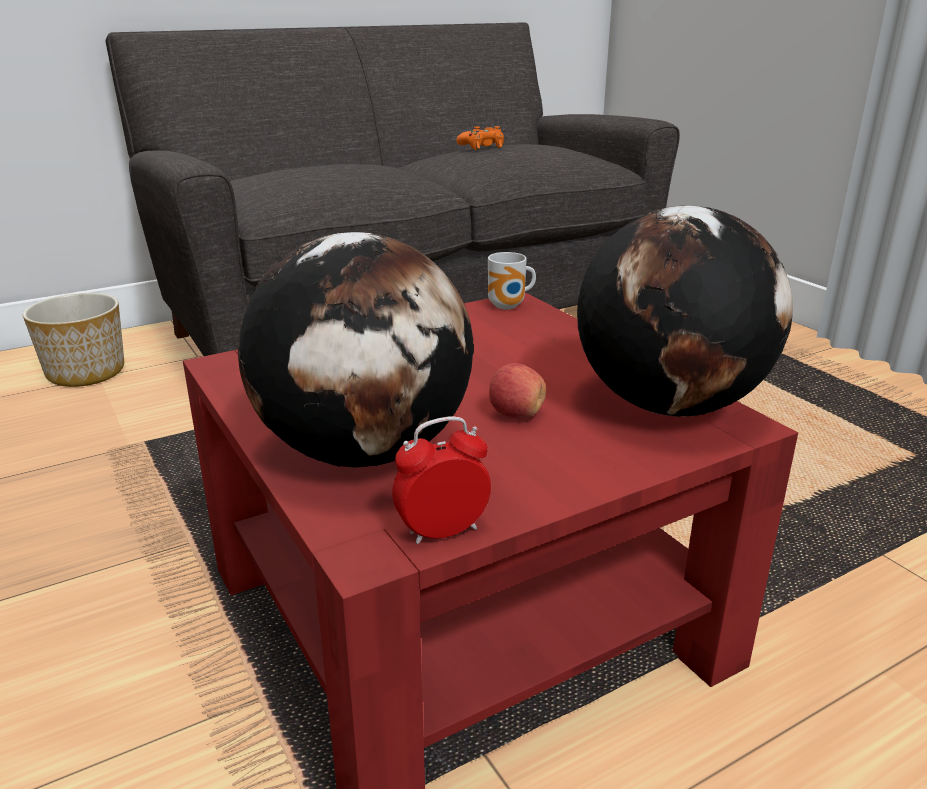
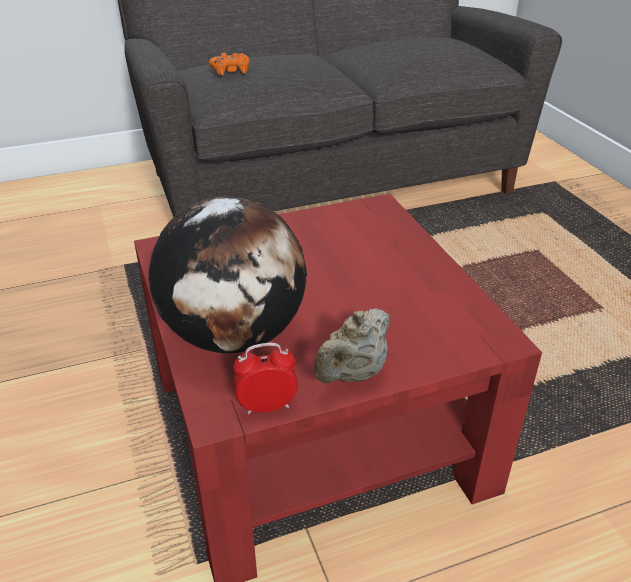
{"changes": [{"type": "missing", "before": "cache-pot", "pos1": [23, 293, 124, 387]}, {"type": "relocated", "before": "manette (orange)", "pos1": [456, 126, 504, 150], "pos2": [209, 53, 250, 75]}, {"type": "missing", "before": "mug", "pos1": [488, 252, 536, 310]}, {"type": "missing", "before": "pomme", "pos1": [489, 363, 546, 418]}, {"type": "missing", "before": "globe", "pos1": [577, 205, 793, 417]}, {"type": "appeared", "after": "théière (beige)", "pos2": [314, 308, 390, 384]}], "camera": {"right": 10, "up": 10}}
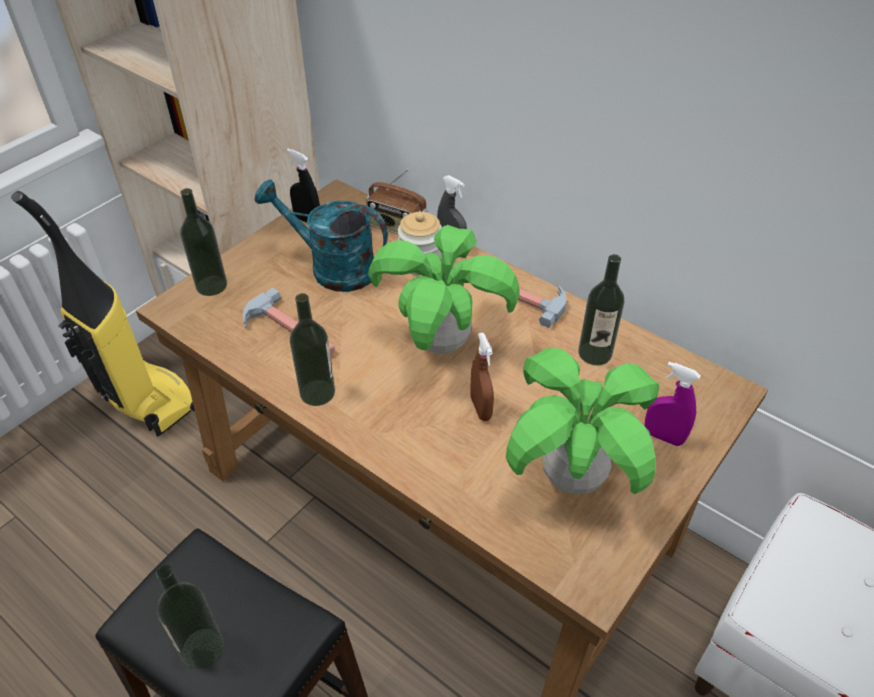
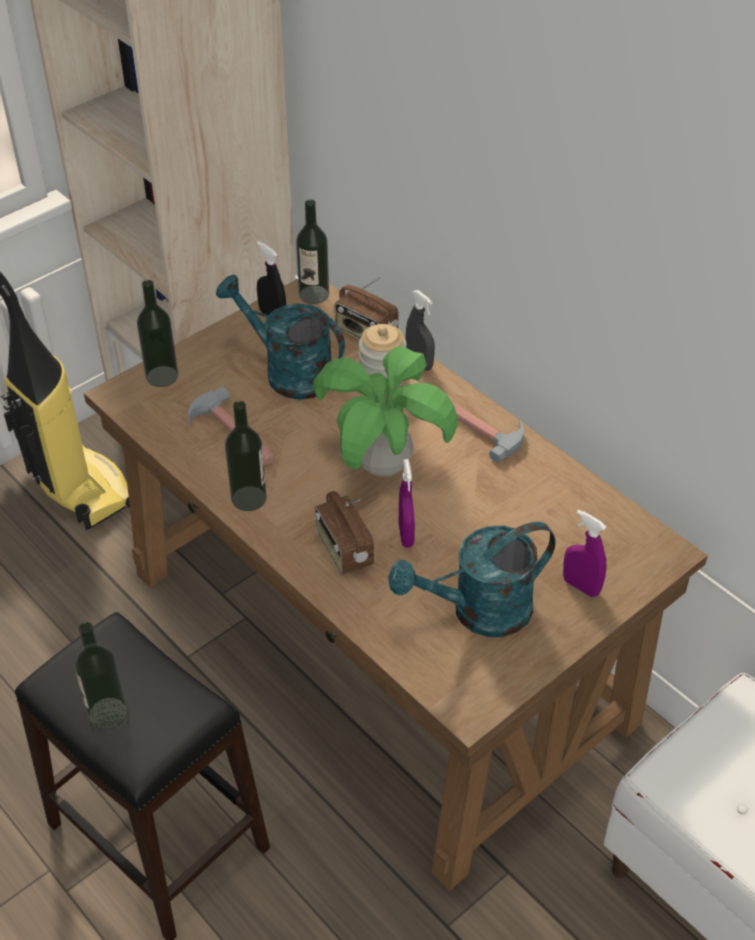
{"changes": [{"type": "colour", "before": "vaporisateur (marron)", "after": "vaporisateur (violet)", "pos1": [470, 333, 494, 421], "pos2": [399, 459, 415, 548]}, {"type": "exchanged", "before": "plante en pot", "after": "arrosoir (turquoise)", "pos1": [506, 348, 659, 494], "pos2": [388, 522, 556, 637]}, {"type": "relocated", "before": "bouteille", "pos1": [578, 254, 625, 365], "pos2": [296, 200, 329, 304]}, {"type": "appeared", "after": "radio", "pos2": [315, 491, 374, 575]}], "camera": {"right": 10, "up": 0}}
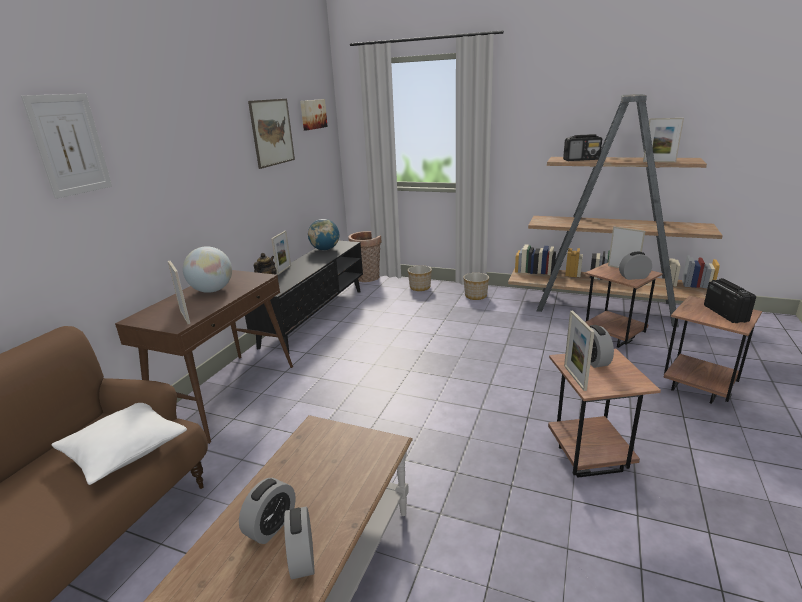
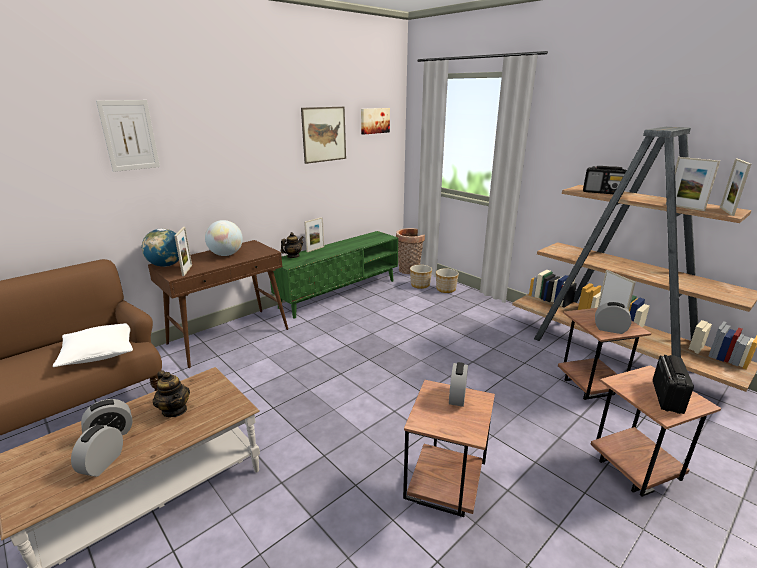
{"changes": [{"type": "colour", "before": "meuble télé (noir)", "after": "meuble télé (vert)", "pos1": [245, 240, 363, 353], "pos2": [270, 231, 398, 318]}, {"type": "relocated", "before": "globe", "pos1": [308, 219, 339, 250], "pos2": [142, 229, 179, 267]}, {"type": "relocated", "before": "cache-pot", "pos1": [464, 273, 489, 300], "pos2": [410, 265, 432, 289]}, {"type": "relocated", "before": "cadre photo", "pos1": [564, 311, 595, 391], "pos2": [720, 159, 751, 216]}, {"type": "appeared", "after": "théière", "pos2": [153, 371, 190, 417]}], "camera": {"right": 25, "up": 0}}
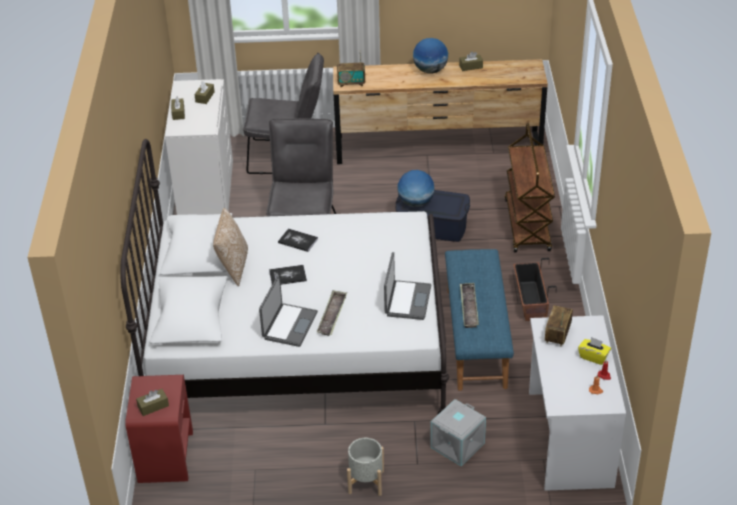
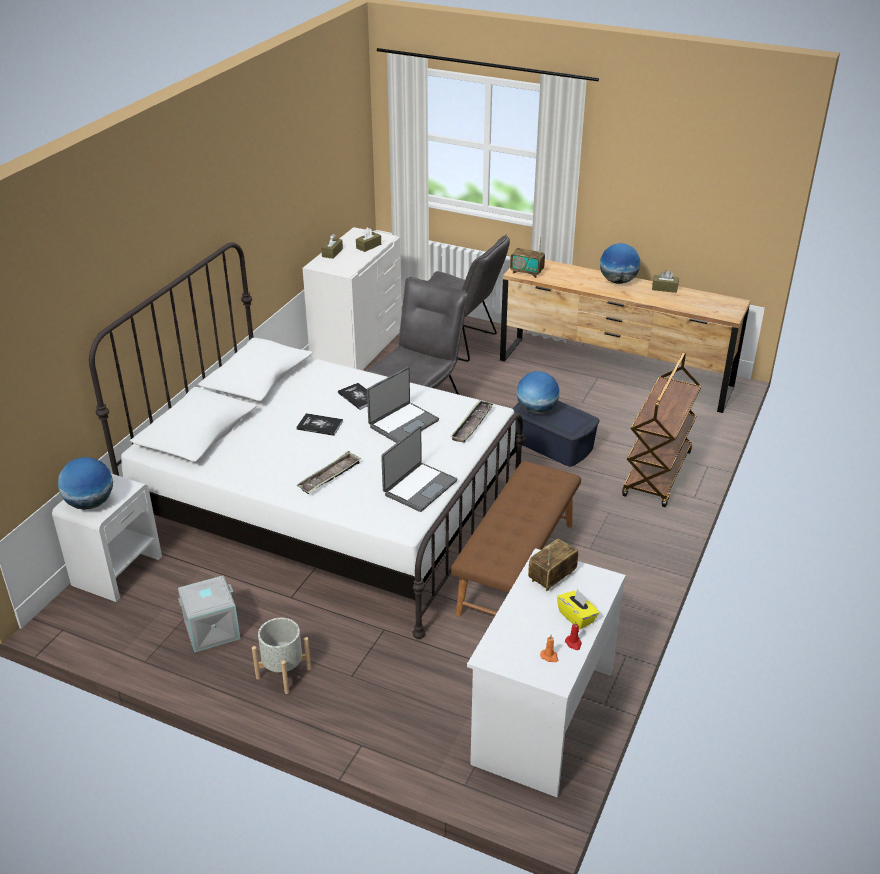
{"changes": [{"type": "colour", "before": "table de chevet (rouge)", "after": "table de chevet (blanc)", "pos1": [125, 375, 193, 483], "pos2": [52, 474, 162, 602]}, {"type": "exchanged", "before": "boîte à mouchoirs (marron)", "after": "globe", "pos1": [136, 389, 169, 416], "pos2": [58, 457, 113, 510]}, {"type": "missing", "before": "coussin", "pos1": [213, 208, 248, 286]}, {"type": "relocated", "before": "ordinateur portable", "pos1": [259, 275, 318, 347], "pos2": [367, 367, 439, 443]}, {"type": "relocated", "before": "boîte de rangement (gris)", "pos1": [430, 399, 486, 466], "pos2": [178, 575, 240, 653]}, {"type": "colour", "before": "banc (bleu)", "after": "banc (marron)", "pos1": [445, 249, 514, 391], "pos2": [451, 461, 581, 617]}, {"type": "relocated", "before": "plateau", "pos1": [460, 283, 479, 328], "pos2": [450, 400, 494, 443]}, {"type": "missing", "before": "cache-pot", "pos1": [513, 258, 557, 321]}], "camera": {"right": 25, "up": -5}}
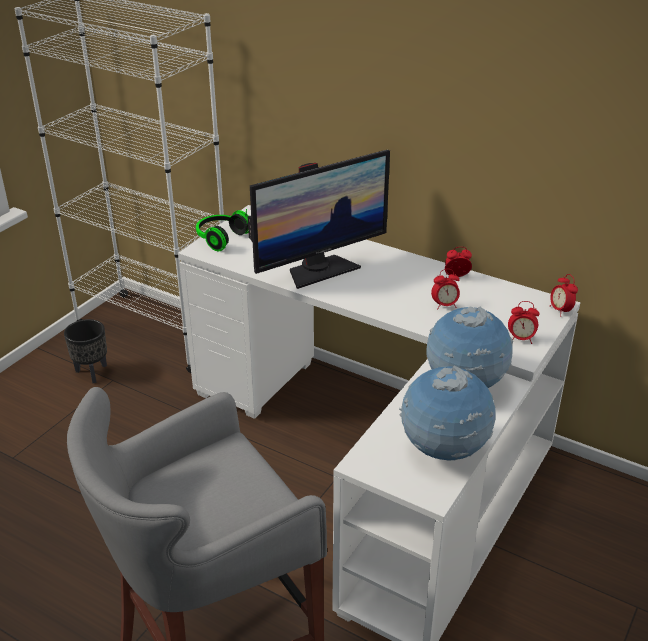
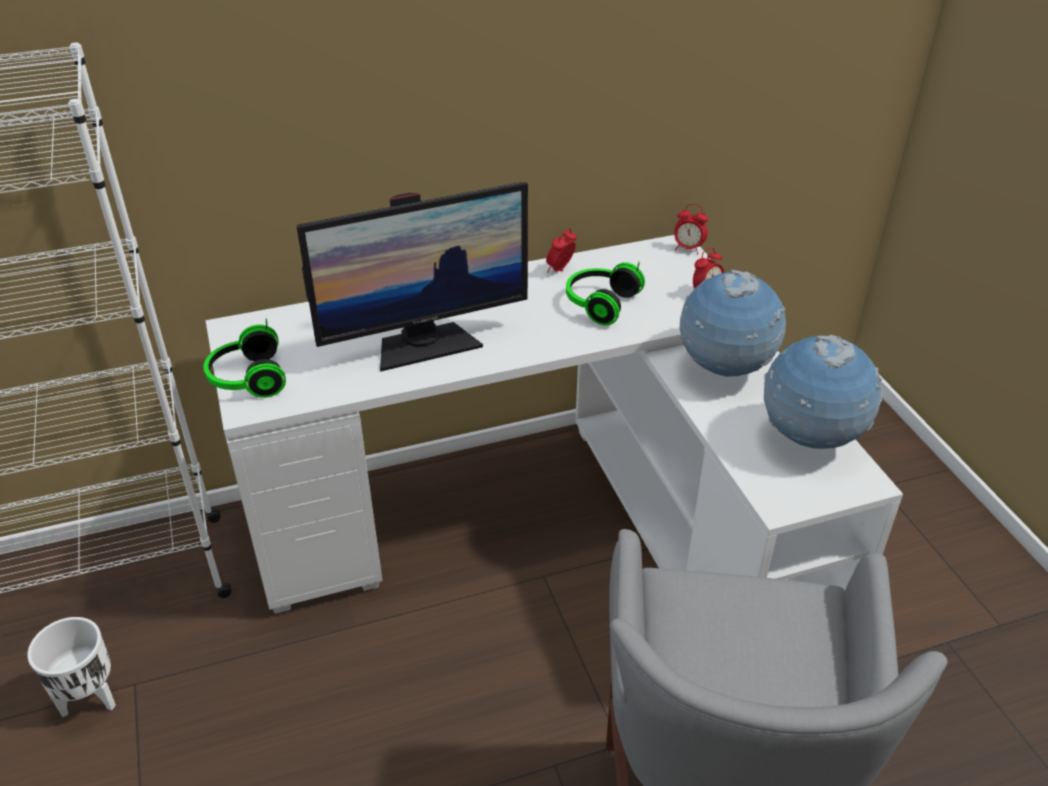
{"changes": [{"type": "colour", "before": "cache-pot (noir)", "after": "cache-pot (blanc)", "pos1": [64, 319, 107, 383], "pos2": [27, 617, 116, 717]}, {"type": "spun", "before": "écran d'ordinateur", "pos1": [248, 150, 390, 289], "pos2": [297, 182, 528, 372], "turn": 60}, {"type": "exchanged", "before": "réveil", "after": "casque audio", "pos1": [431, 269, 460, 310], "pos2": [566, 261, 645, 326]}], "camera": {"right": -50, "up": 5}}
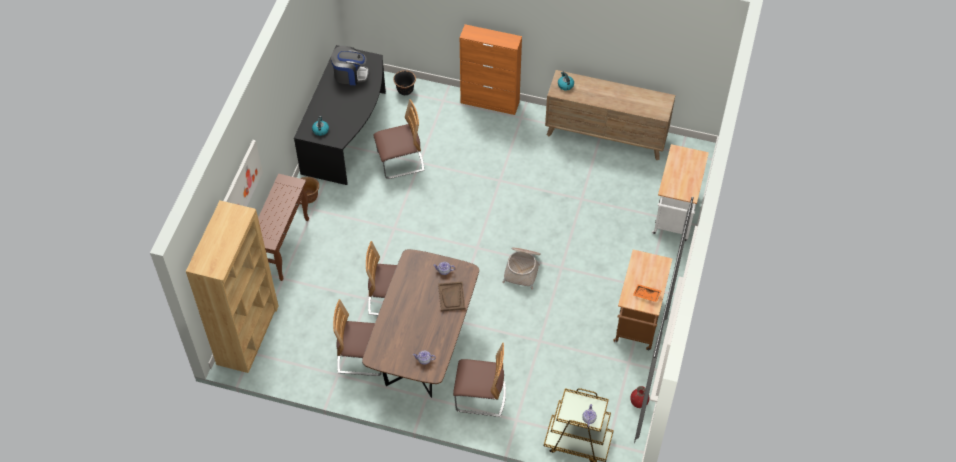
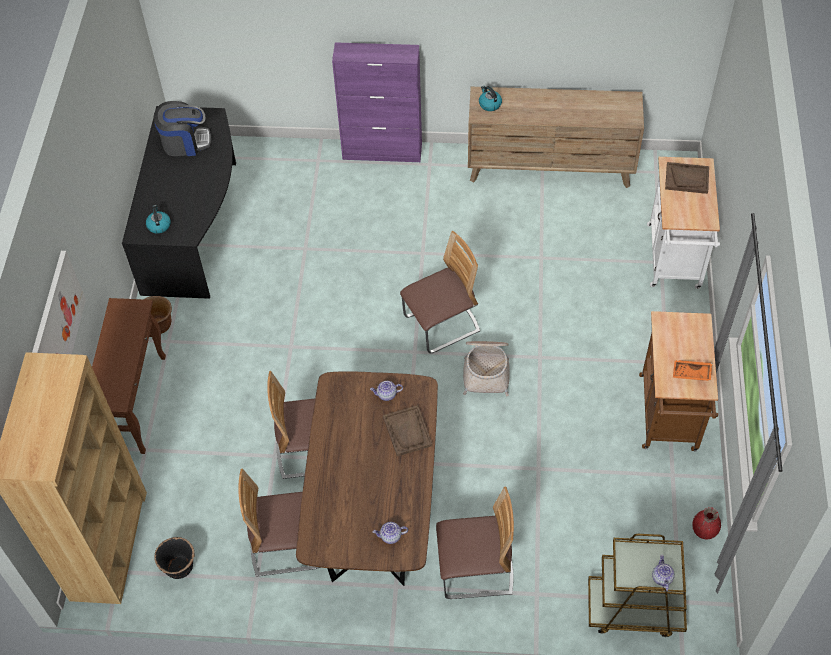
{"changes": [{"type": "relocated", "before": "chaise", "pos1": [374, 99, 424, 179], "pos2": [400, 231, 480, 353]}, {"type": "relocated", "before": "cache-pot (noir)", "pos1": [393, 70, 416, 95], "pos2": [154, 537, 194, 579]}, {"type": "colour", "before": "meuble de rangement (orange)", "after": "meuble de rangement (violet)", "pos1": [460, 24, 522, 115], "pos2": [332, 42, 422, 162]}, {"type": "appeared", "after": "plateau (marron)", "pos2": [665, 162, 709, 194]}], "camera": {"right": -10, "up": 0}}
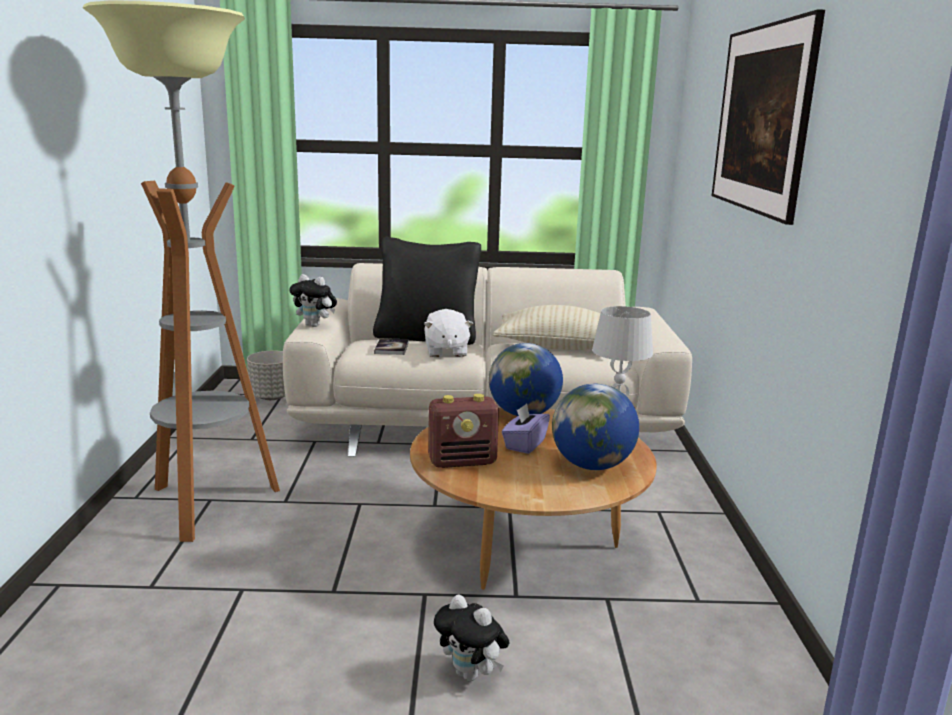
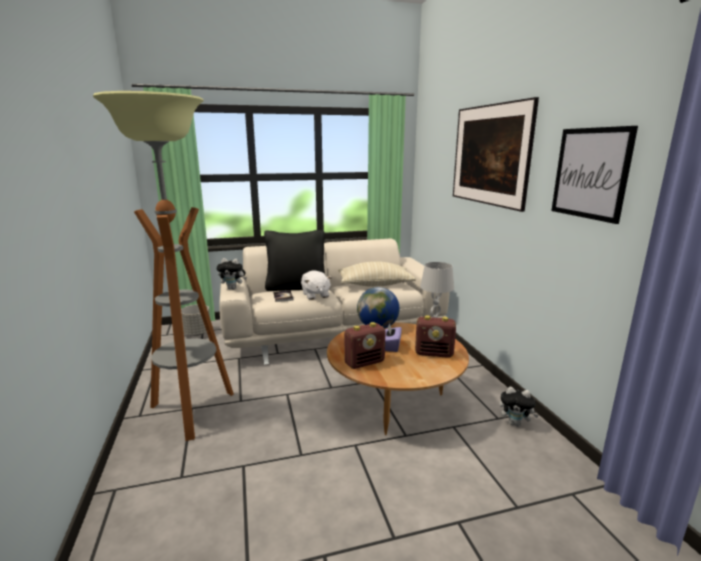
{"changes": [{"type": "relocated", "before": "peluche", "pos1": [434, 594, 509, 681], "pos2": [499, 387, 539, 426]}, {"type": "exchanged", "before": "globe", "after": "radio", "pos1": [552, 384, 639, 470], "pos2": [415, 315, 456, 358]}, {"type": "appeared", "after": "tableau", "pos2": [551, 126, 638, 224]}], "camera": {"right": -15, "up": 0}}
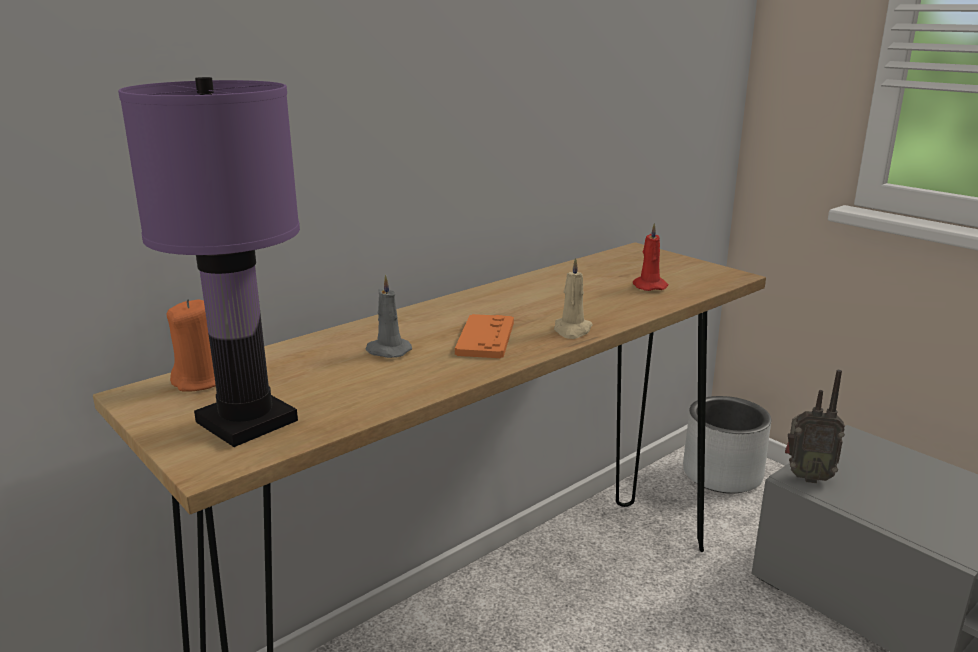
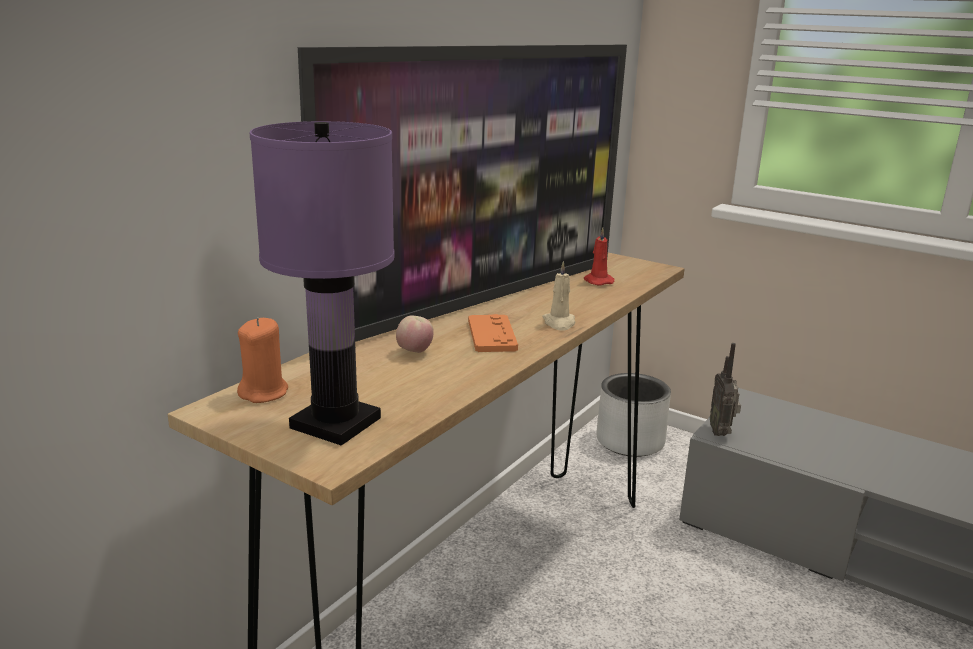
{"changes": [{"type": "exchanged", "before": "bougie (gris)", "after": "pomme", "pos1": [365, 275, 412, 358], "pos2": [396, 315, 434, 353]}, {"type": "spun", "before": "radio", "pos1": [785, 370, 845, 483], "pos2": [710, 343, 741, 436], "turn": 90}, {"type": "appeared", "after": "téléviseur", "pos2": [298, 45, 627, 342]}], "camera": {"right": -15, "up": 0}}
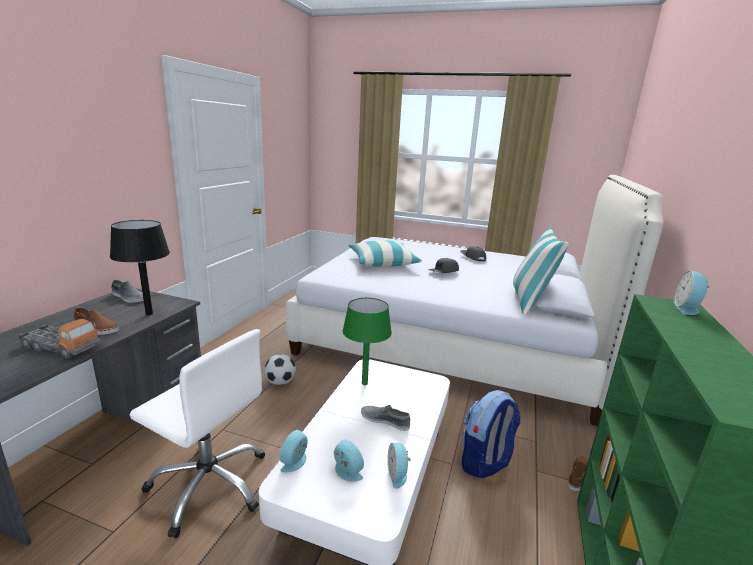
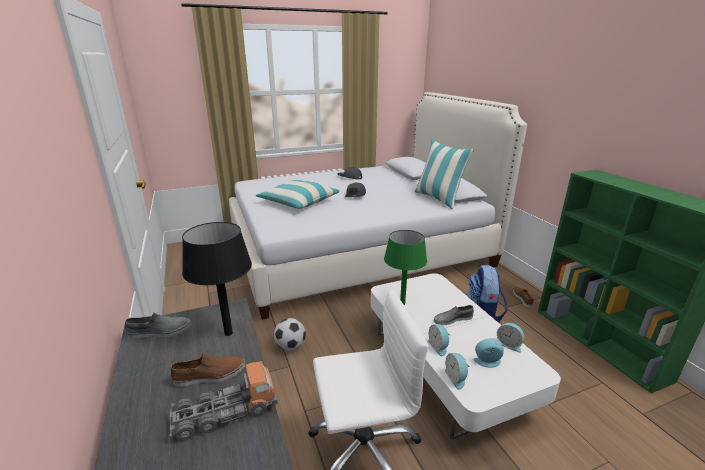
{"changes": [{"type": "relocated", "before": "réveil", "pos1": [673, 271, 711, 315], "pos2": [428, 324, 450, 357]}], "camera": {"right": -40, "up": 5}}
